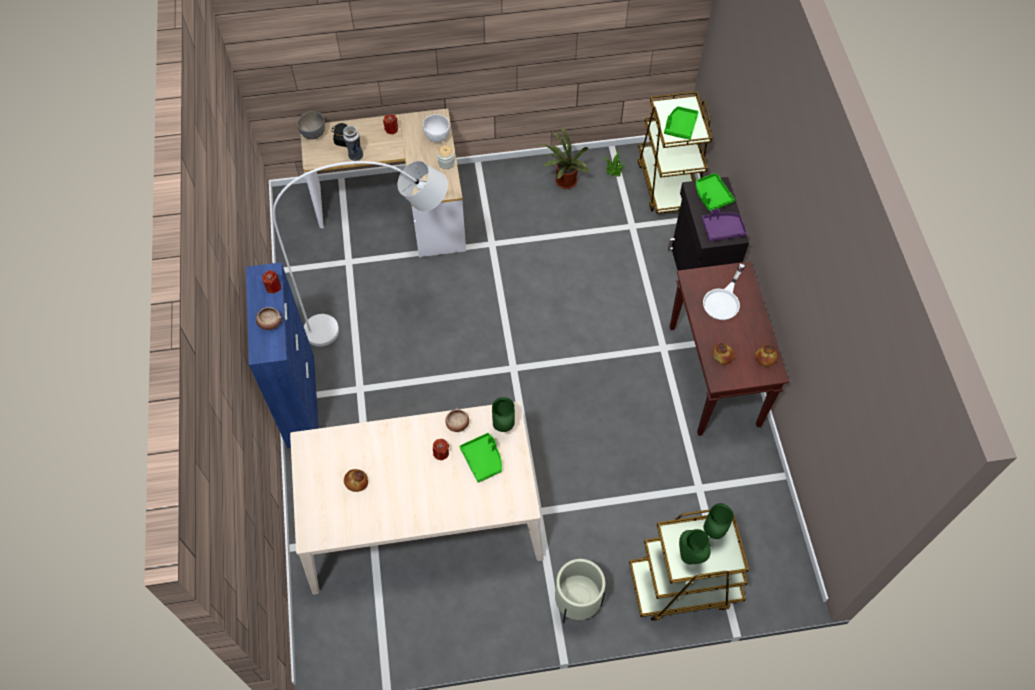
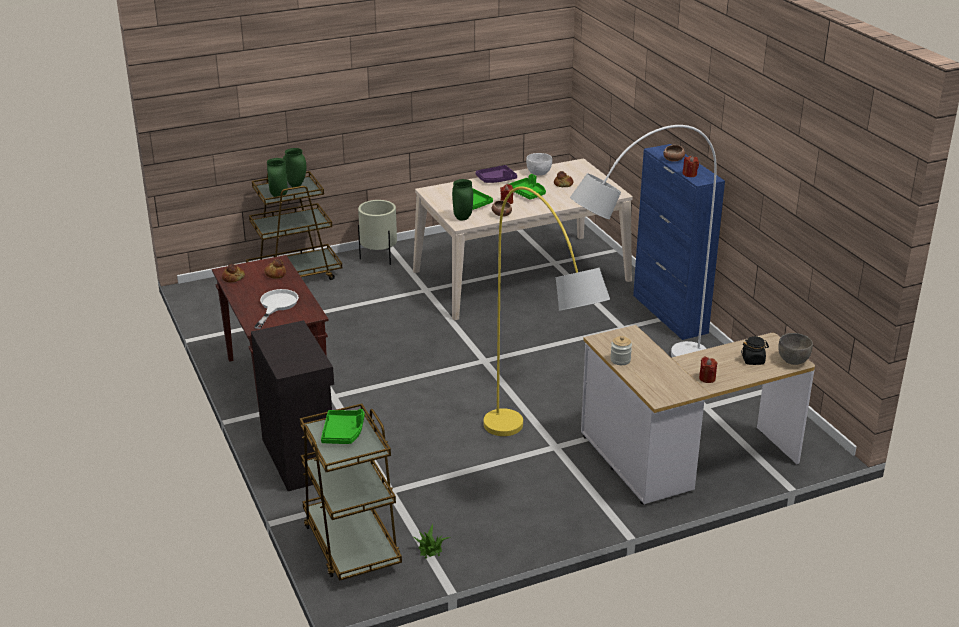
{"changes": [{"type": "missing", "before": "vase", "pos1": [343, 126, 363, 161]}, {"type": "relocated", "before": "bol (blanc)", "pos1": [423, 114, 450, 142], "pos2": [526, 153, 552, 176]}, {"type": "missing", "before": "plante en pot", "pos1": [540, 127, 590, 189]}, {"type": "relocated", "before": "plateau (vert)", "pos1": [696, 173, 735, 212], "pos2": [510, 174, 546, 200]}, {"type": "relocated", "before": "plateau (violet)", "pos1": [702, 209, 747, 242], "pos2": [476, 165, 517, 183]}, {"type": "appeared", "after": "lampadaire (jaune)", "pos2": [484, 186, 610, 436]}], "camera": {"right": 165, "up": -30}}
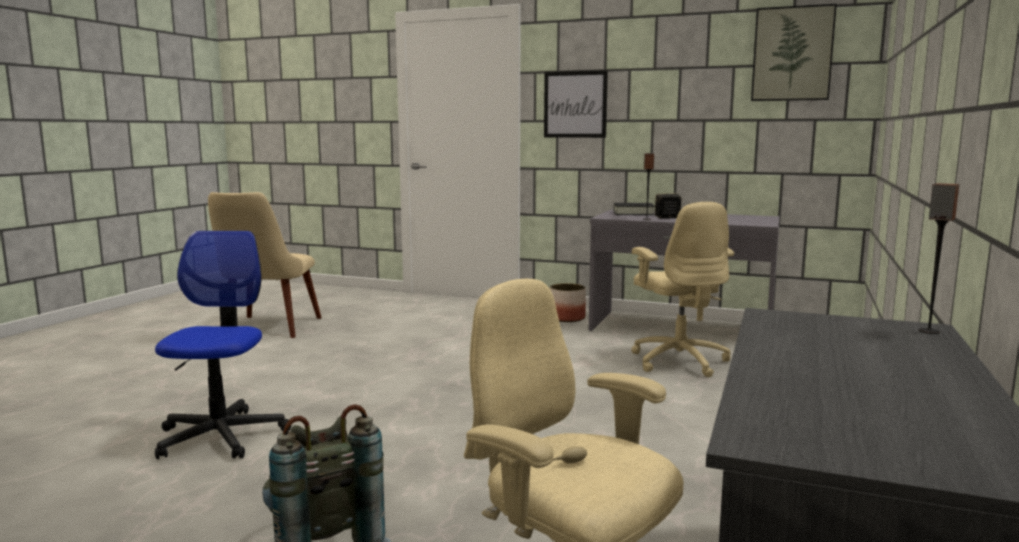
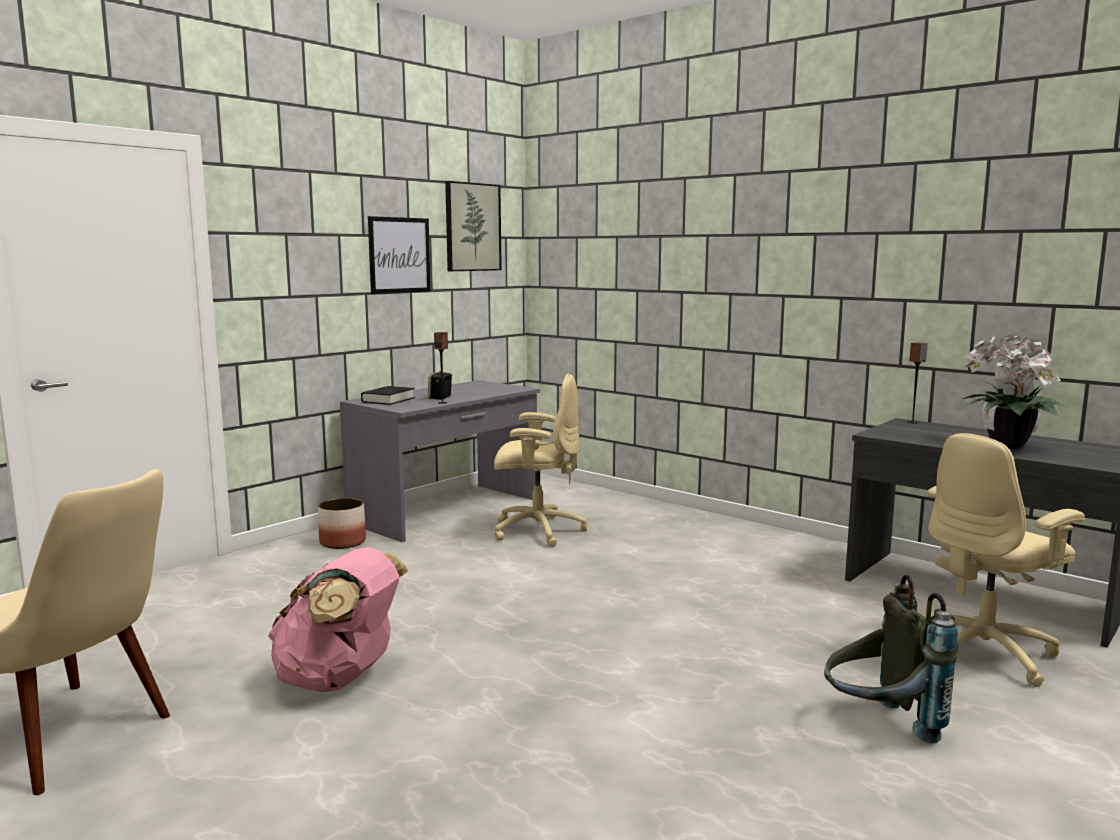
{"changes": [{"type": "missing", "before": "chaise de bureau", "pos1": [155, 231, 291, 459]}, {"type": "relocated", "before": "tableau", "pos1": [544, 71, 608, 138], "pos2": [368, 216, 431, 294]}, {"type": "appeared", "after": "sac à dos (rose)", "pos2": [268, 547, 408, 692]}, {"type": "appeared", "after": "plante en pot", "pos2": [962, 333, 1072, 449]}], "camera": {"right": -70, "up": 0}}
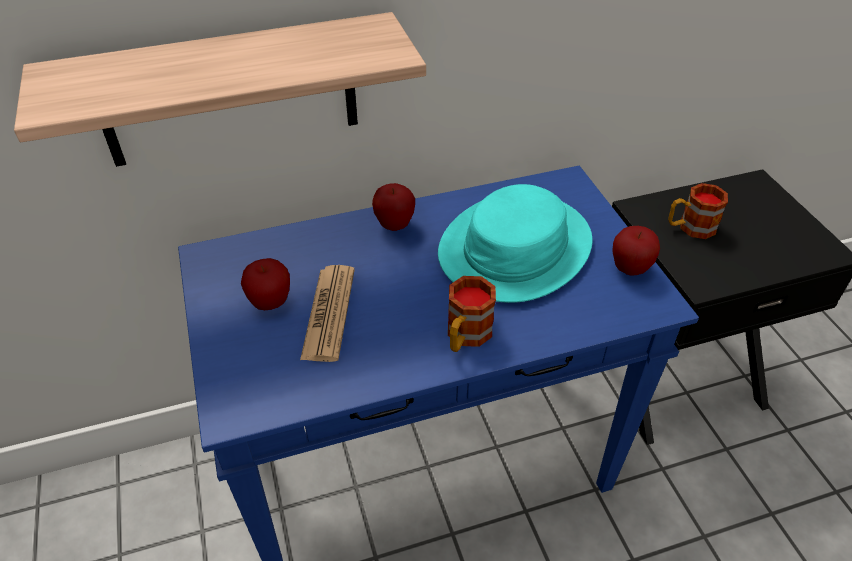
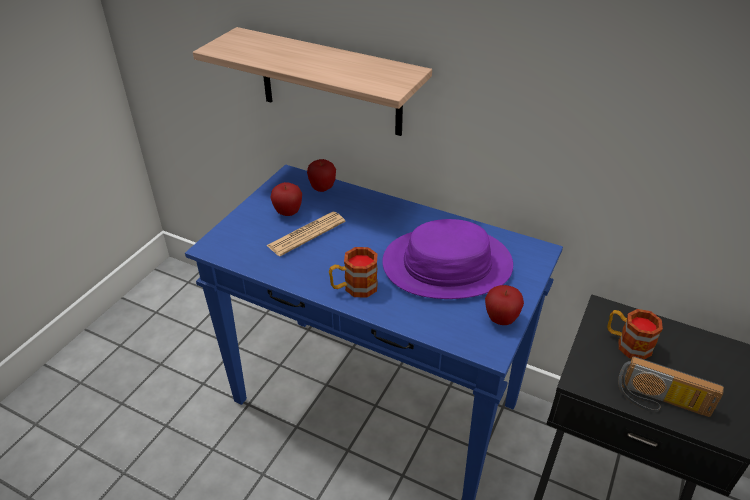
{"changes": [{"type": "relocated", "before": "pomme", "pos1": [372, 183, 415, 231], "pos2": [307, 159, 336, 192]}, {"type": "colour", "before": "chapeau (turquoise)", "after": "chapeau (violet)", "pos1": [438, 184, 592, 303], "pos2": [382, 219, 513, 299]}, {"type": "appeared", "after": "radio", "pos2": [618, 356, 724, 417]}], "camera": {"right": 45, "up": -5}}
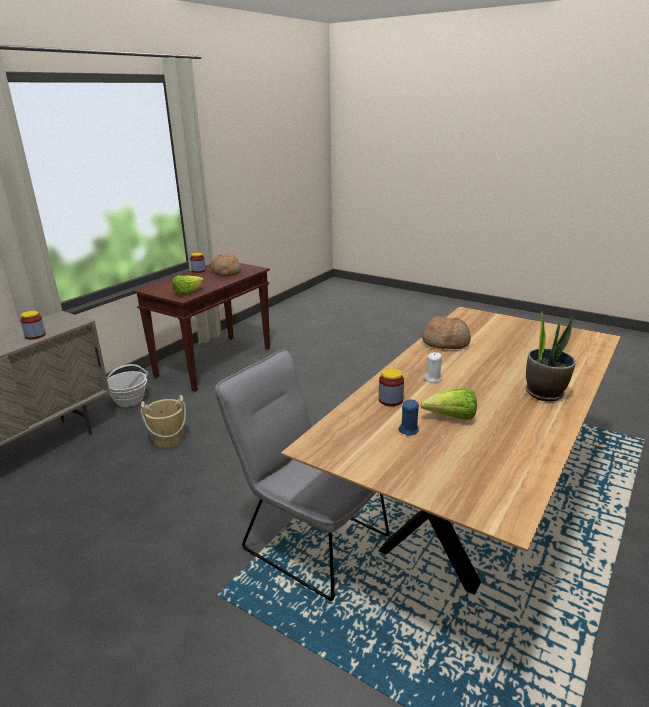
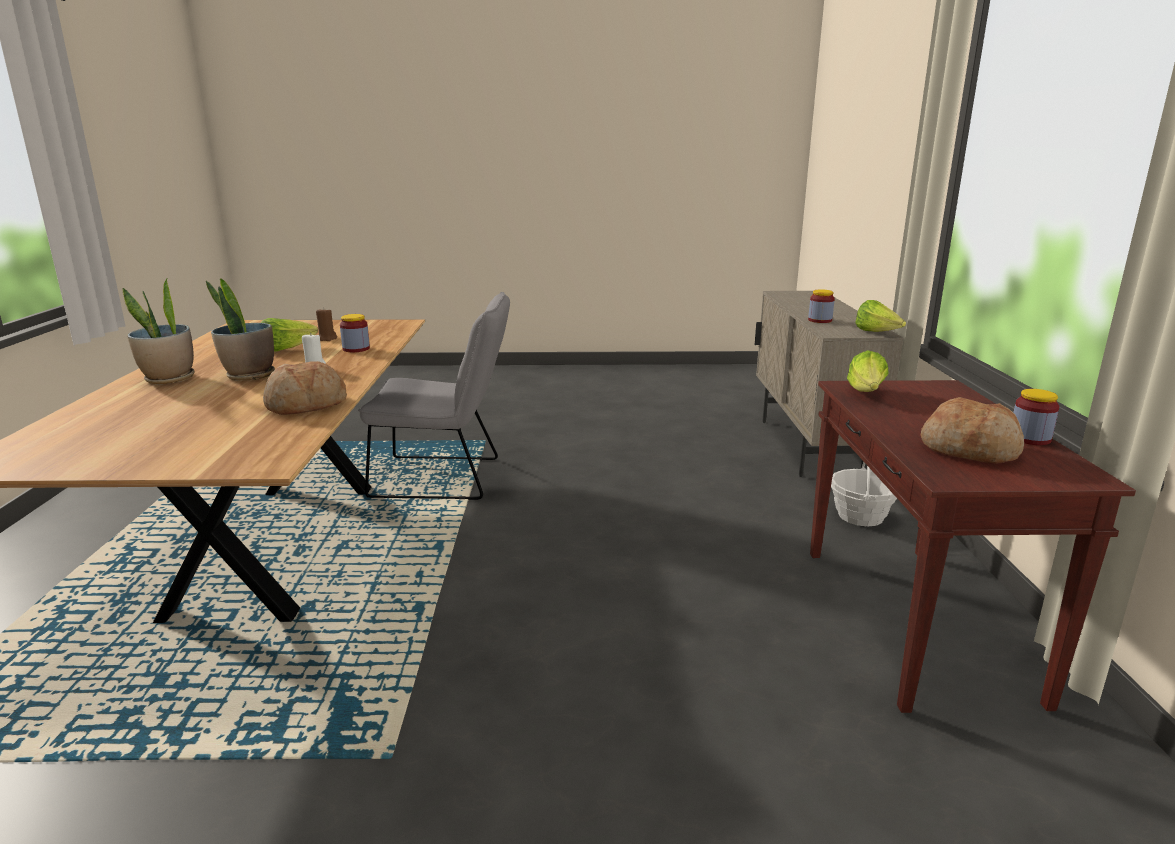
{"changes": [{"type": "missing", "before": "seau (beige)", "pos1": [141, 395, 186, 448]}, {"type": "colour", "before": "bougie (bleu)", "after": "bougie (marron)", "pos1": [398, 399, 419, 436], "pos2": [316, 307, 337, 341]}, {"type": "appeared", "after": "plante en pot", "pos2": [206, 278, 275, 381]}, {"type": "appeared", "after": "laitue", "pos2": [855, 300, 906, 332]}], "camera": {"right": 145, "up": -5}}
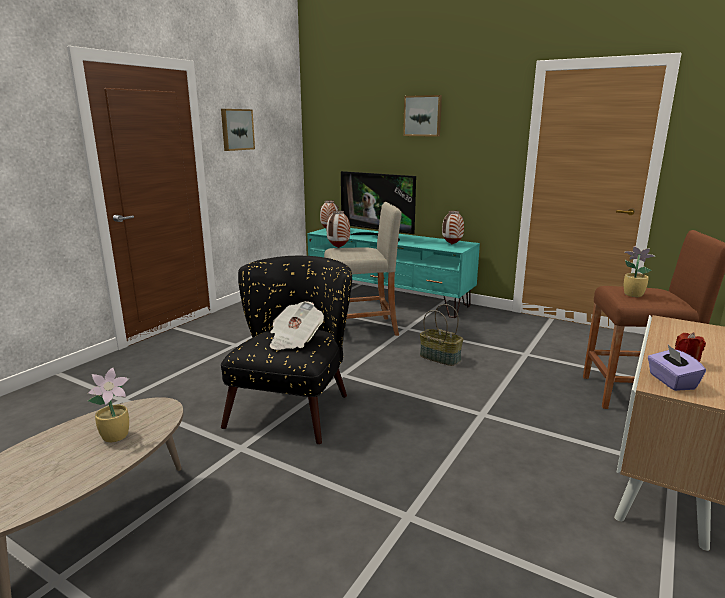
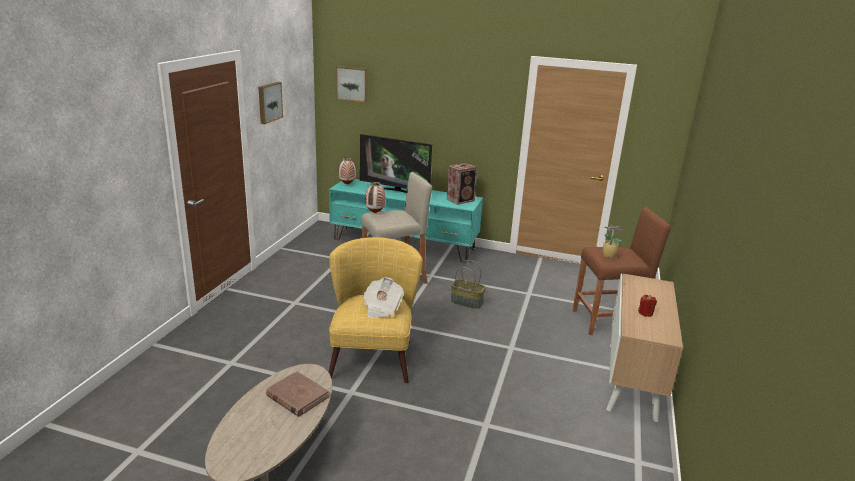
{"changes": [{"type": "exchanged", "before": "plante en pot", "after": "livre (marron)", "pos1": [88, 368, 129, 442], "pos2": [266, 371, 329, 417]}, {"type": "colour", "before": "fauteuil (noir)", "after": "fauteuil (jaune)", "pos1": [221, 256, 352, 444], "pos2": [328, 237, 422, 383]}, {"type": "relocated", "before": "tableau", "pos1": [403, 95, 442, 137], "pos2": [336, 66, 368, 102]}, {"type": "exchanged", "before": "vase", "after": "enceinte", "pos1": [442, 211, 464, 244], "pos2": [447, 163, 477, 205]}, {"type": "missing", "before": "boîte à mouchoirs (violet)", "pos1": [648, 345, 706, 391]}], "camera": {"right": -15, "up": 5}}
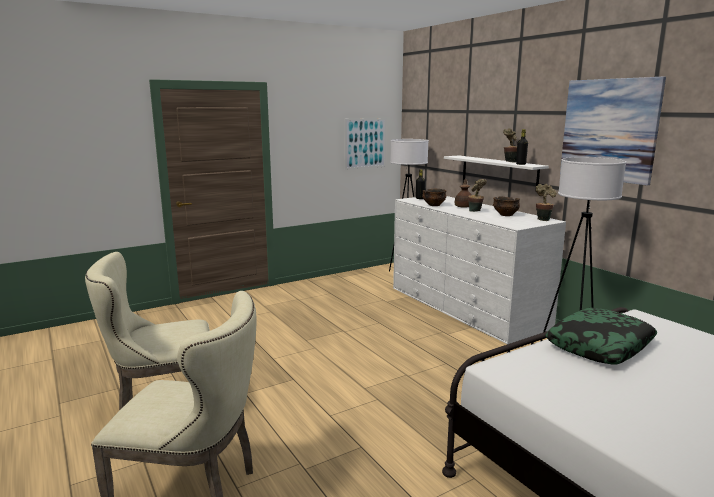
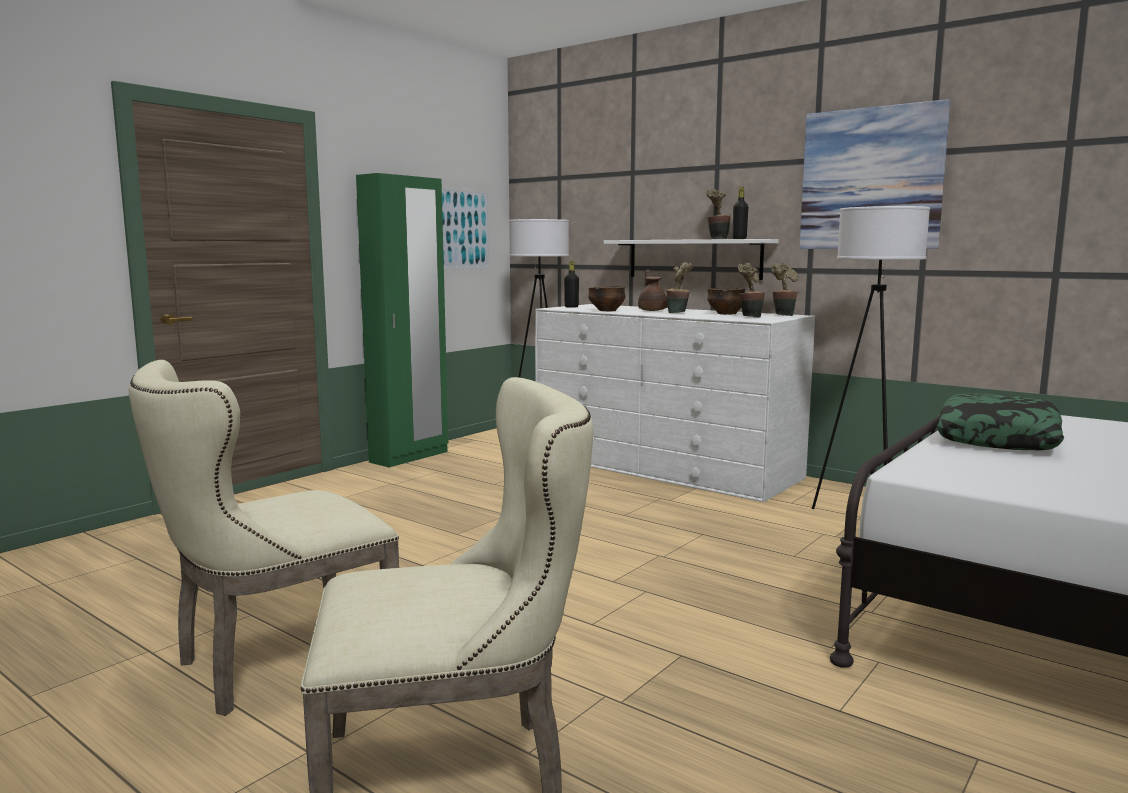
{"changes": [{"type": "appeared", "after": "armoire (vert)", "pos2": [356, 173, 448, 468]}, {"type": "appeared", "after": "plante en pot", "pos2": [737, 263, 765, 318]}], "camera": {"right": -20, "up": -5}}
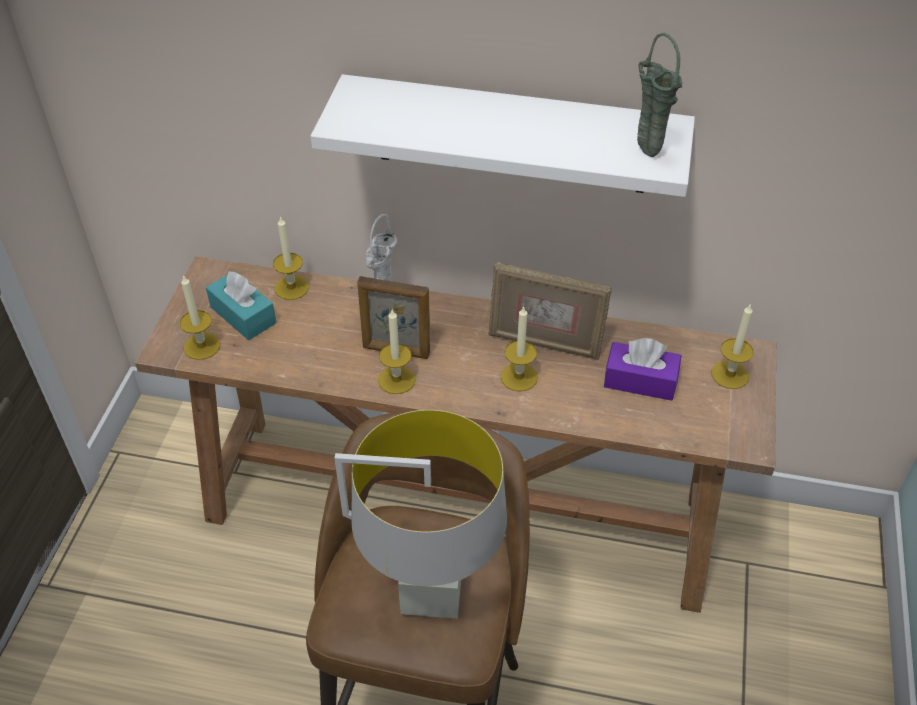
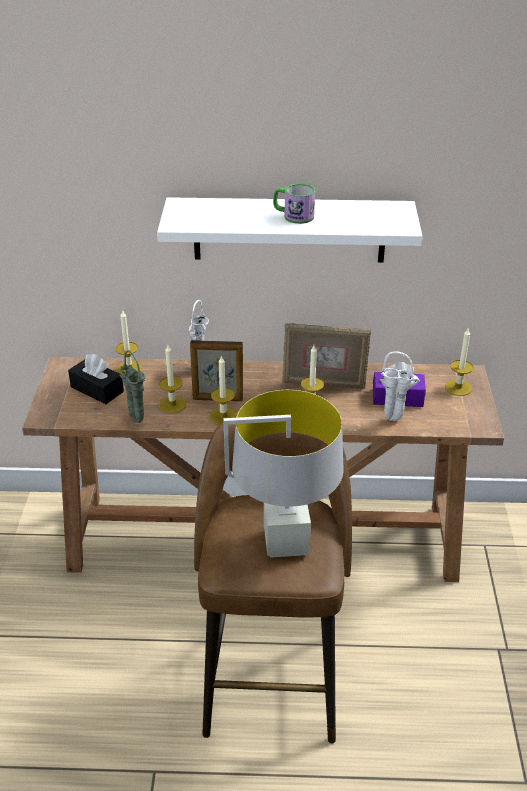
{"changes": [{"type": "relocated", "before": "bougie", "pos1": [180, 275, 220, 360], "pos2": [159, 345, 186, 413]}, {"type": "colour", "before": "boîte à mouchoirs (turquoise)", "after": "boîte à mouchoirs (noir)", "pos1": [206, 271, 276, 340], "pos2": [68, 354, 124, 404]}, {"type": "relocated", "before": "vase (vert)", "pos1": [637, 32, 682, 157], "pos2": [119, 350, 145, 423]}, {"type": "appeared", "after": "mug", "pos2": [273, 183, 315, 224]}, {"type": "appeared", "after": "vase (blanc)", "pos2": [380, 351, 420, 421]}], "camera": {"right": -10, "up": -10}}
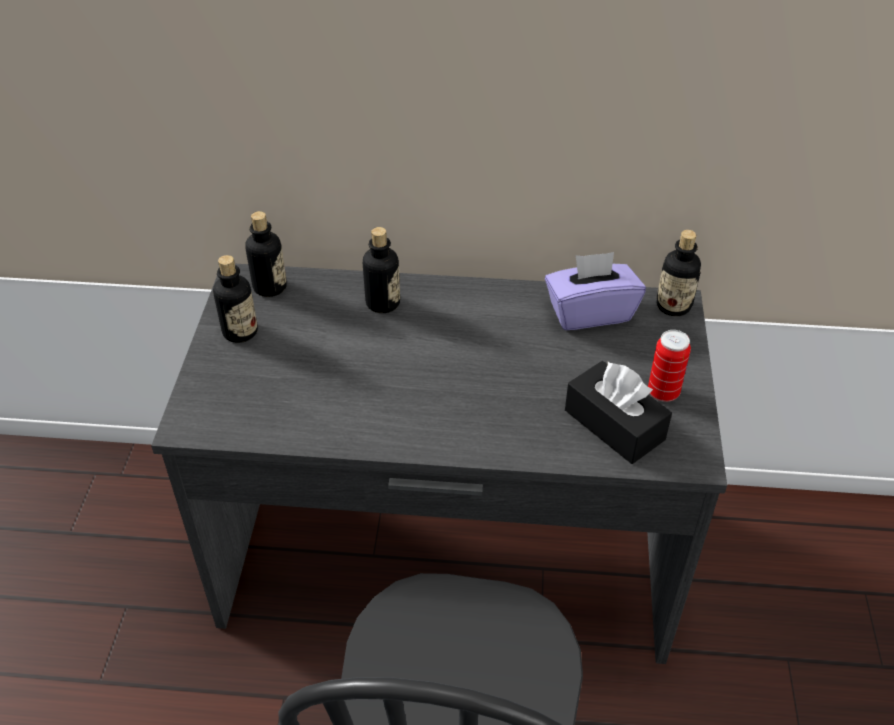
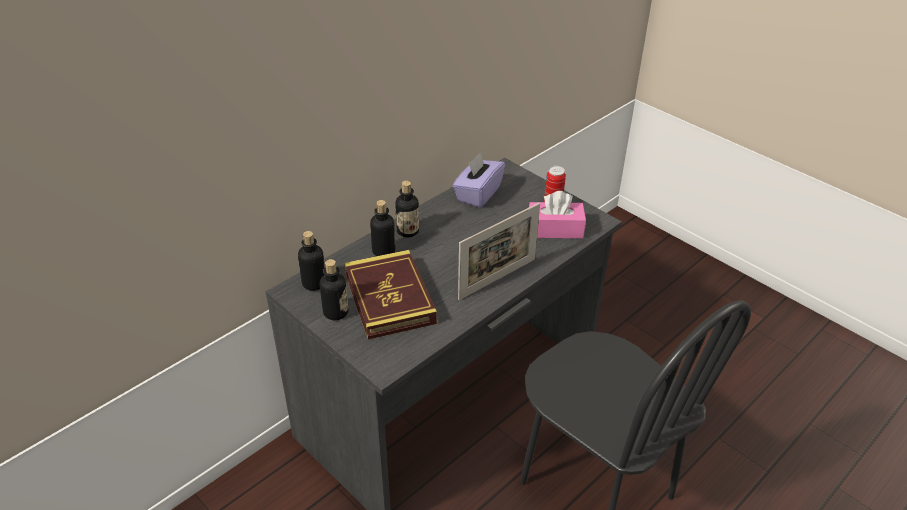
{"changes": [{"type": "colour", "before": "boîte à mouchoirs (noir)", "after": "boîte à mouchoirs (rose)", "pos1": [565, 361, 672, 464], "pos2": [529, 191, 586, 238]}, {"type": "relocated", "before": "bouteille", "pos1": [657, 230, 701, 316], "pos2": [395, 181, 419, 237]}, {"type": "appeared", "after": "livre", "pos2": [344, 250, 437, 340]}, {"type": "appeared", "after": "cadre photo", "pos2": [458, 203, 540, 300]}], "camera": {"right": -50, "up": -5}}
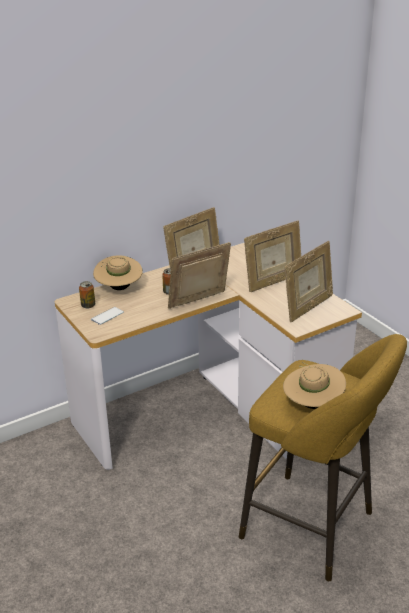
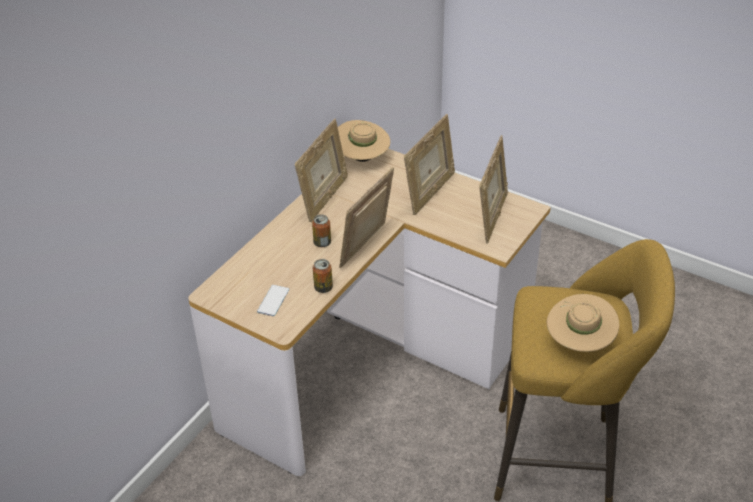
{"changes": [{"type": "relocated", "before": "boîte métallique", "pos1": [79, 281, 95, 308], "pos2": [313, 259, 333, 293]}, {"type": "relocated", "before": "chapeau (beige)", "pos1": [93, 255, 143, 290], "pos2": [338, 120, 390, 162]}], "camera": {"right": -25, "up": 10}}
